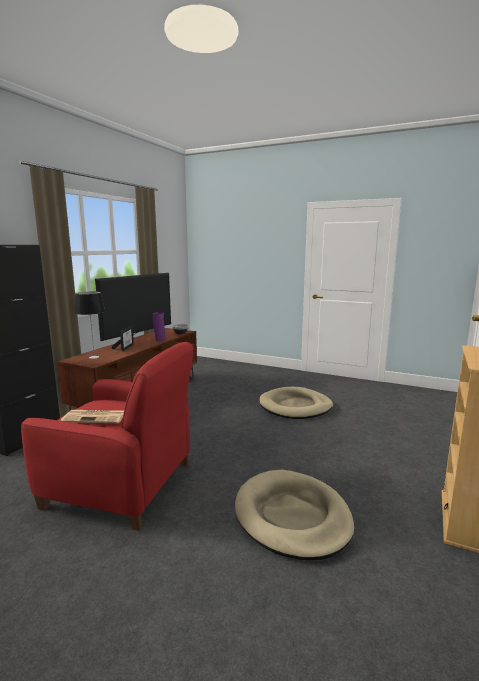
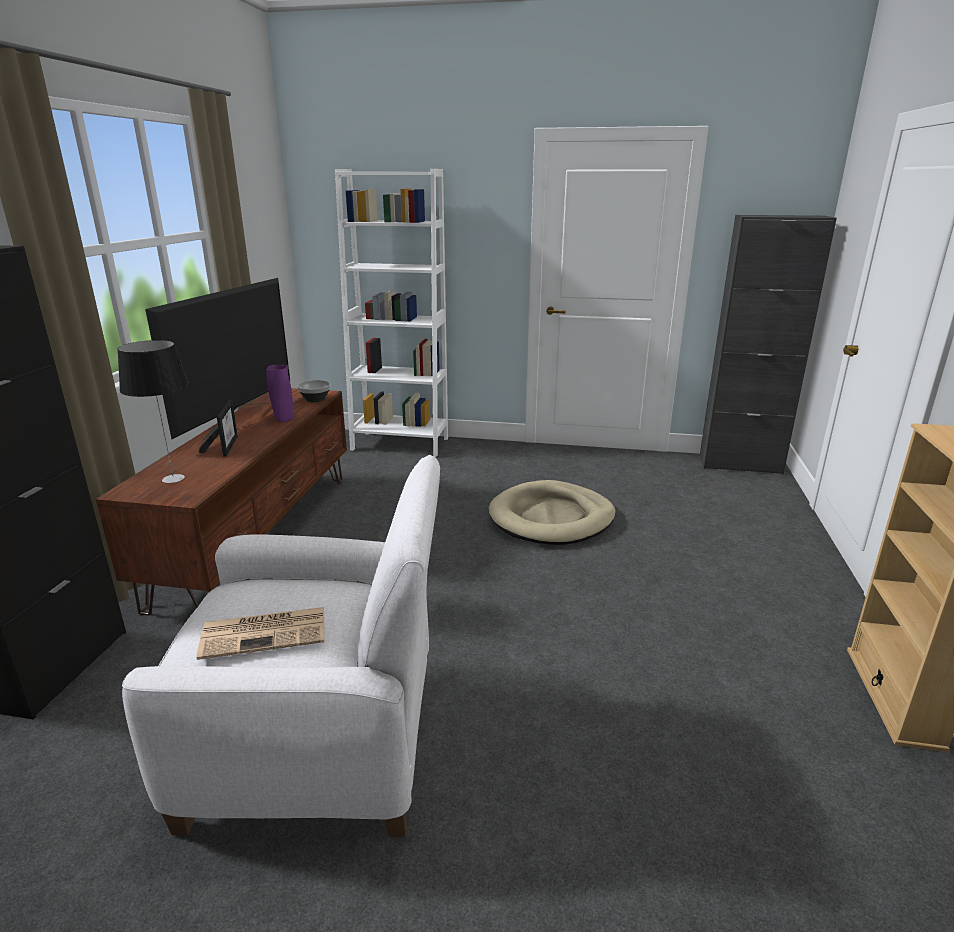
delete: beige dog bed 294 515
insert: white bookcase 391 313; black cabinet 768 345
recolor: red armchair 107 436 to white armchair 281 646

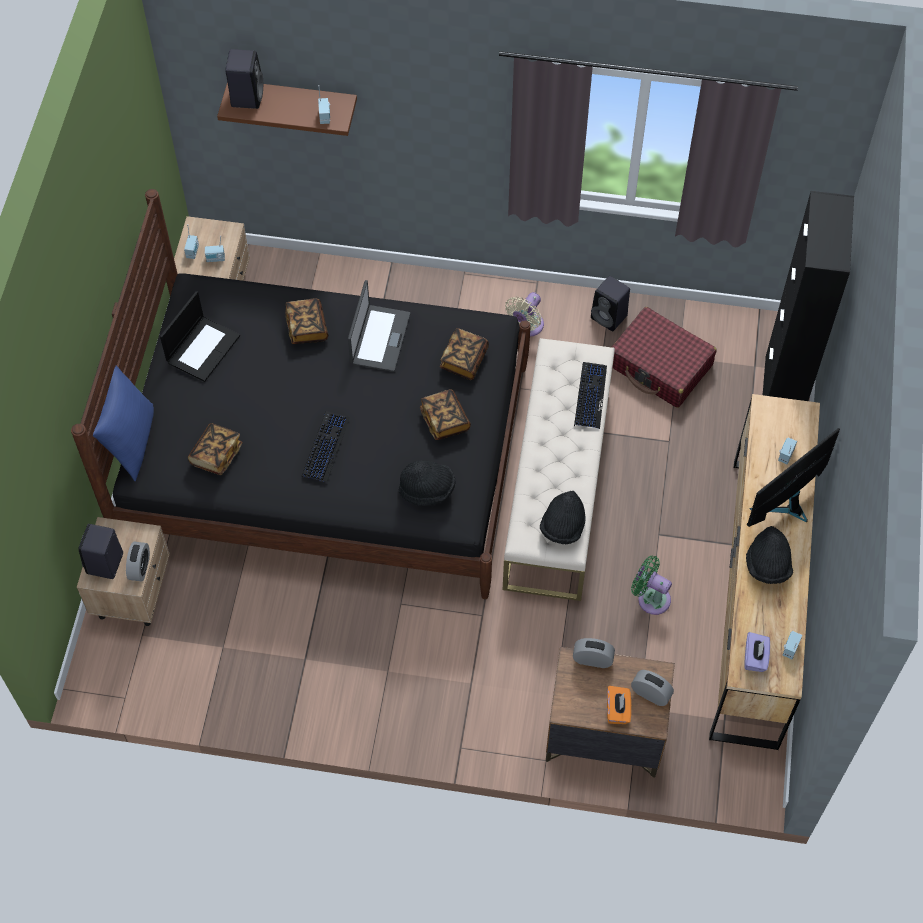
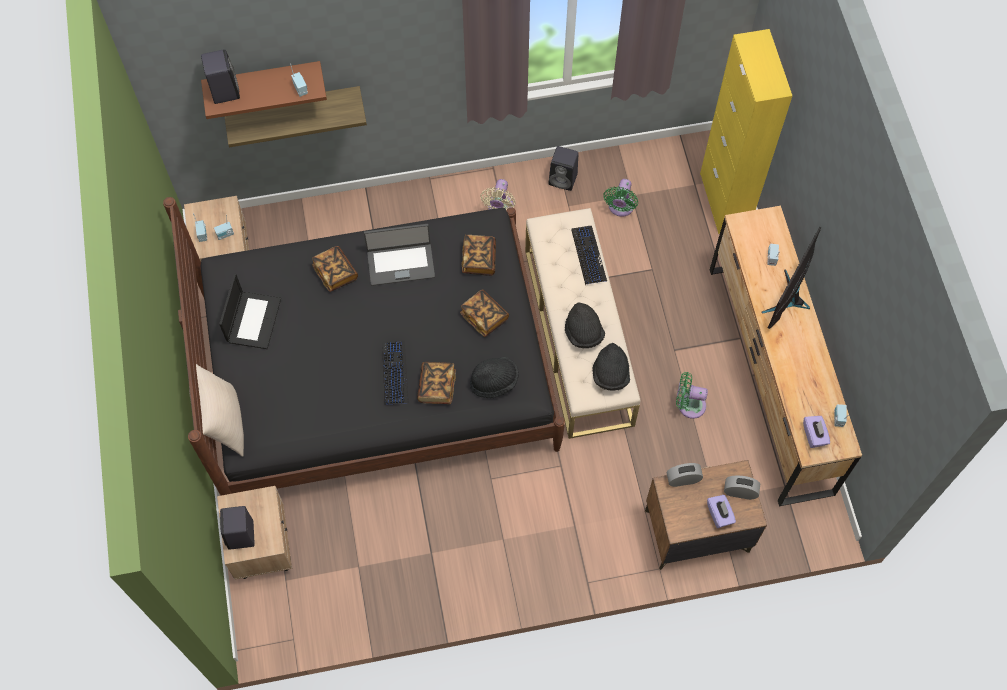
delete: alarm clock 138 562
insert: shelf 295 116
move: book 215 449 to 436 383; black hat 769 555 to 585 325
replace: red suitcase 664 357 to green fan 621 198
recolor: black cabinet 808 296 to yellow cabinet 746 131; blue pillow 123 423 to beige pillow 216 410; orange tissue box 619 705 to purple tissue box 721 511
rotate: laptop 379 326 = 399 255 90 degrees clockwise

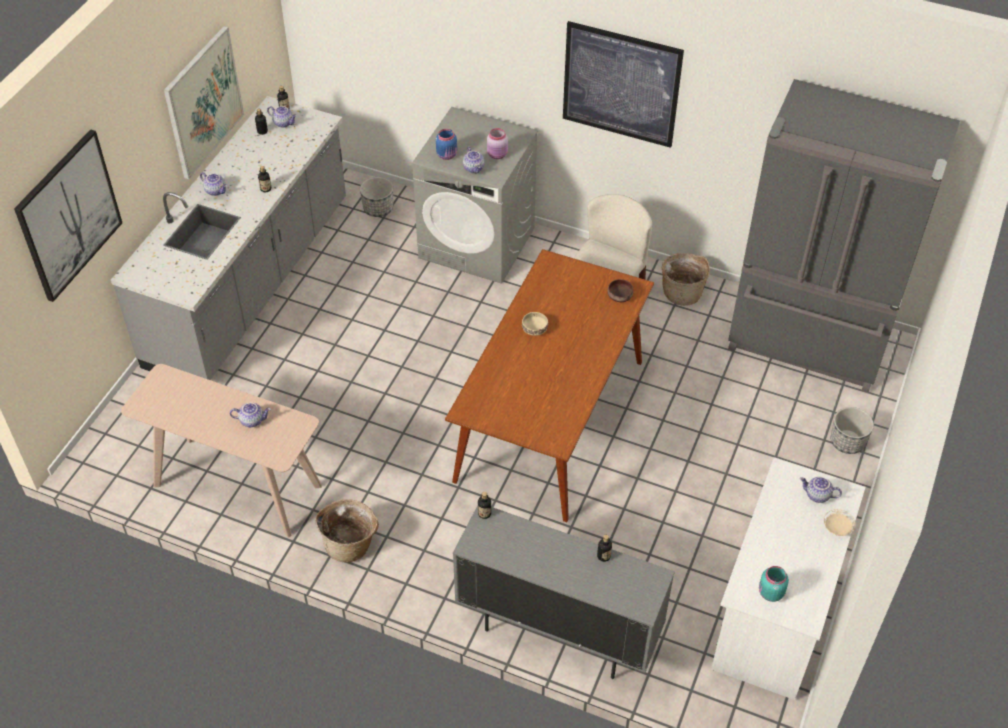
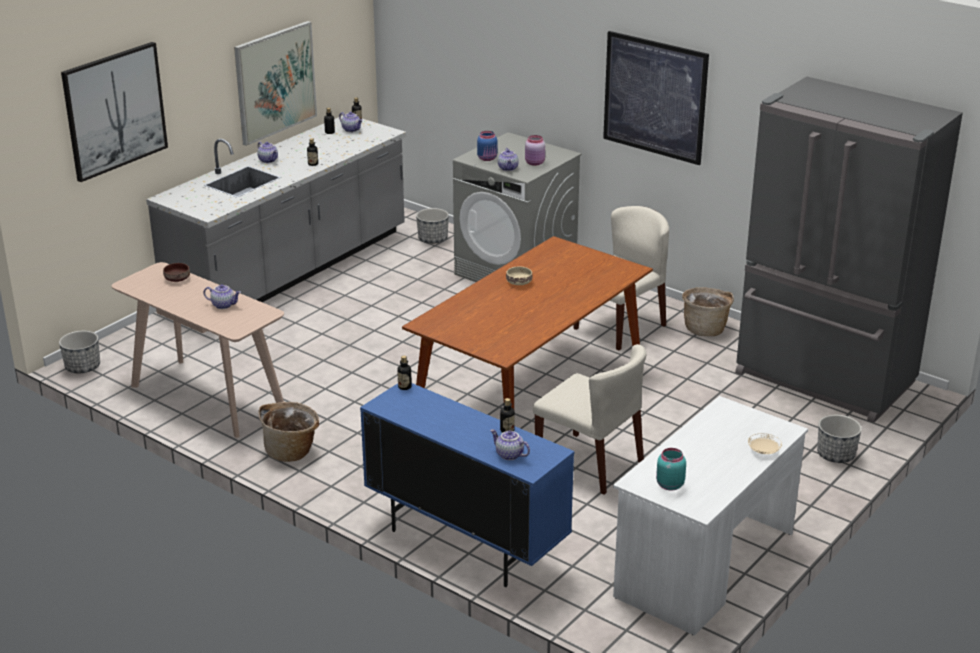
insert: planter 79 352; beige chair 589 419
move: brown bowl 620 290 to 176 272; teapot 821 490 to 510 444
recolor: grey cabinet 564 592 to blue cabinet 467 485

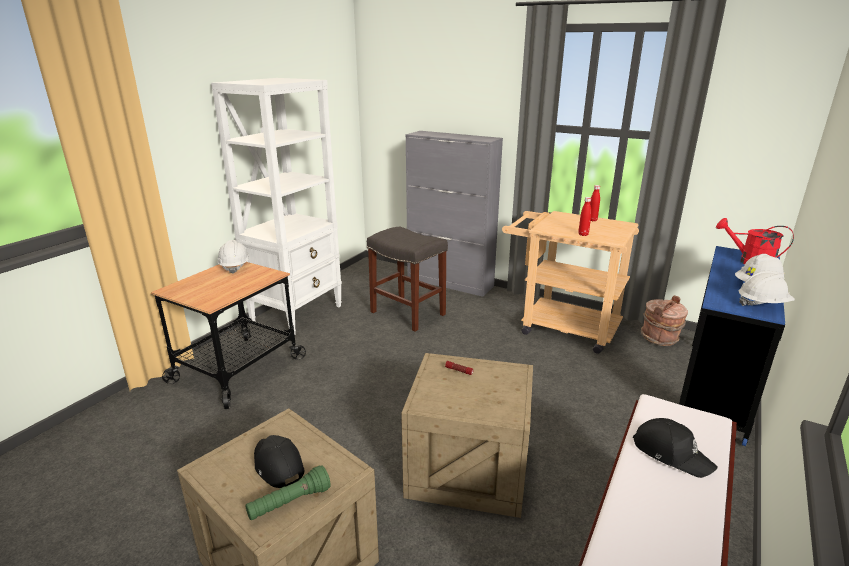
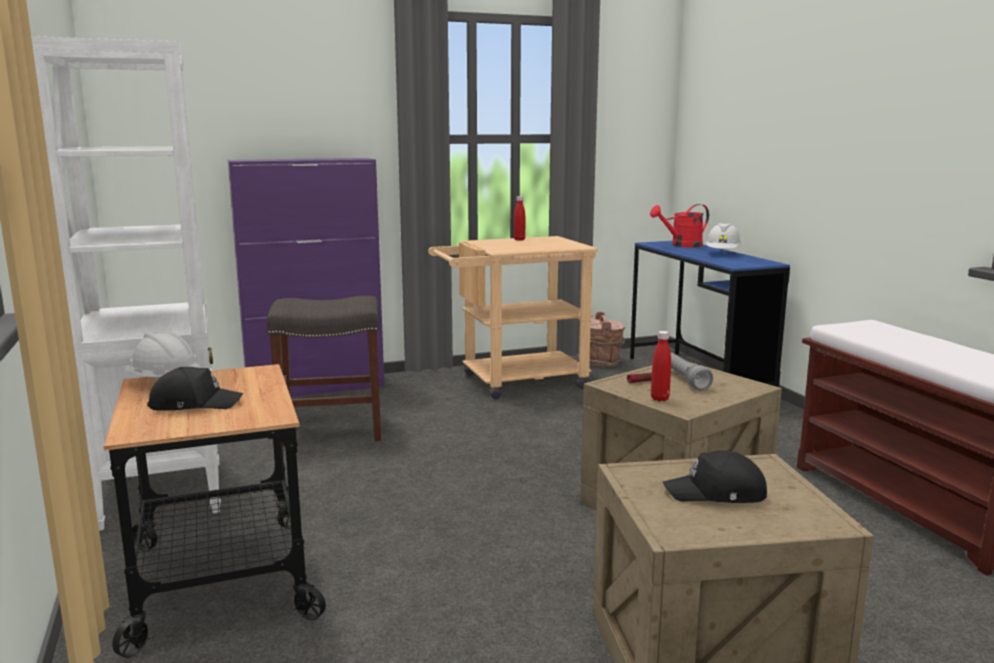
delete: white hard hat 767 288; green flashlight 288 492
insert: grey flashlight 692 371
move: red bottle 584 216 to 661 366; black cap 675 448 to 195 389
recolor: grey cabinet 454 214 to purple cabinet 306 277

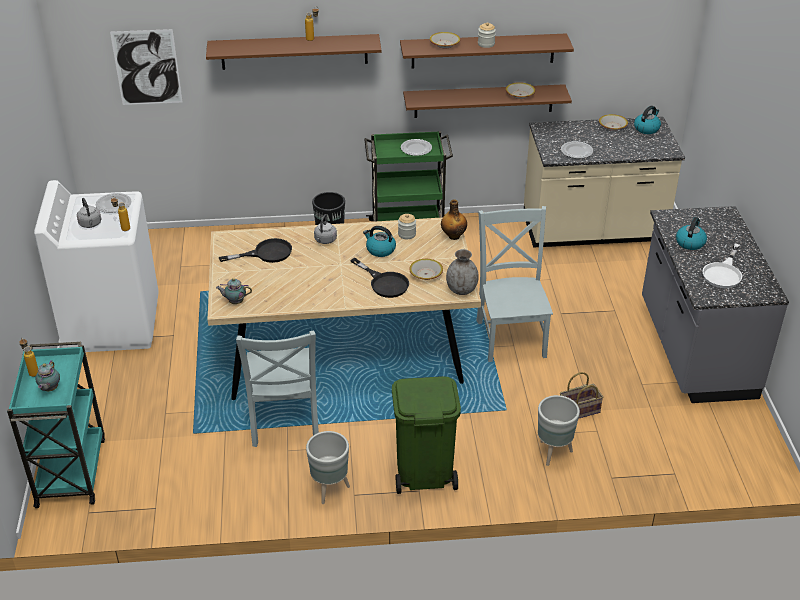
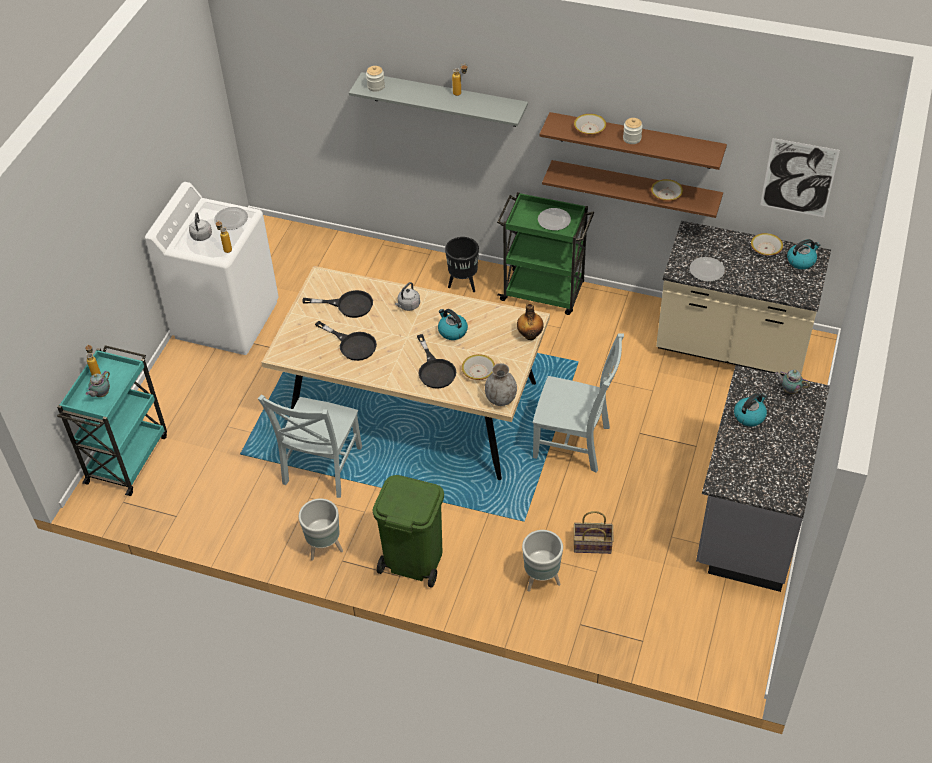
delete: white frying pan 722 265
insert: black frying pan 346 341
move: picture 146 67 to 800 177; jar 407 226 to 375 79; teapot 234 291 to 792 382
recolor: brown shelf 293 52 to grey shelf 438 99
rotate: grey chair 514 284 = 578 403 90 degrees clockwise

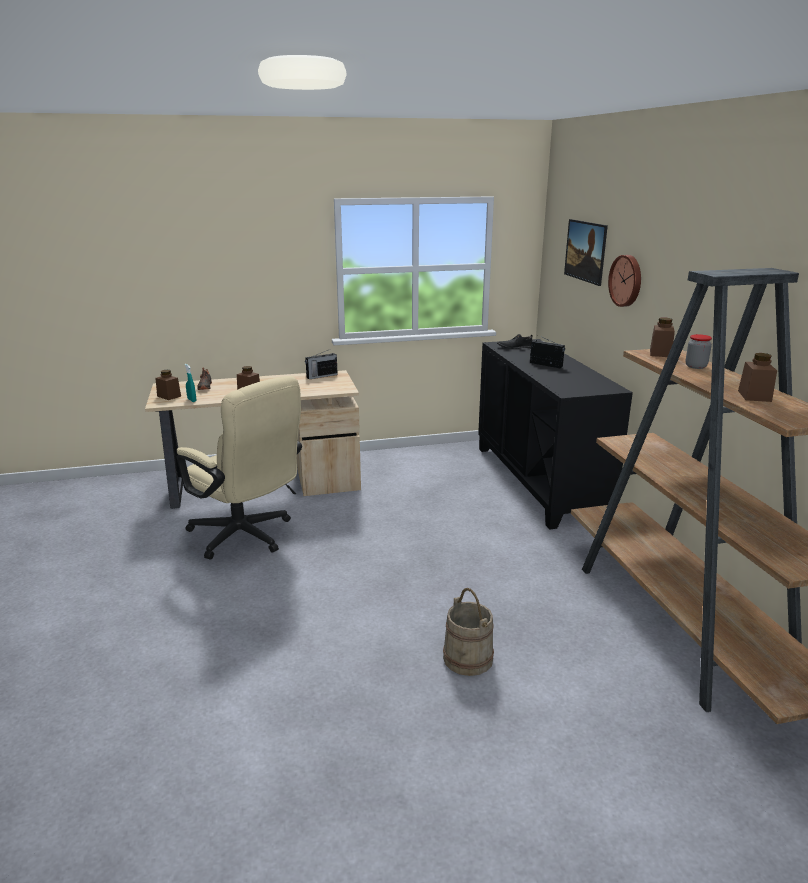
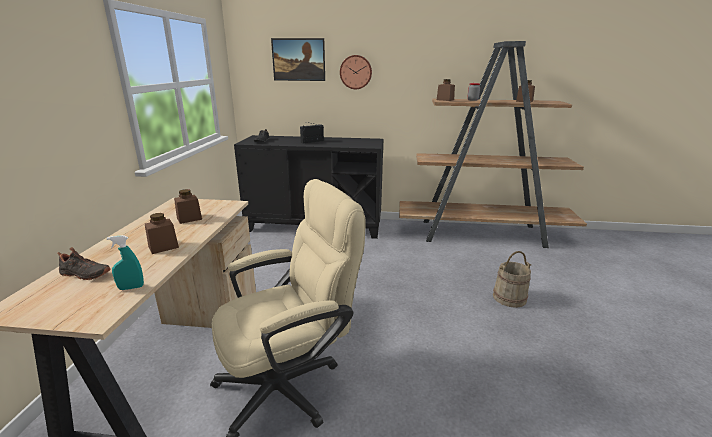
delete: radio 321 364
move: brown jar 168 385 to 188 206

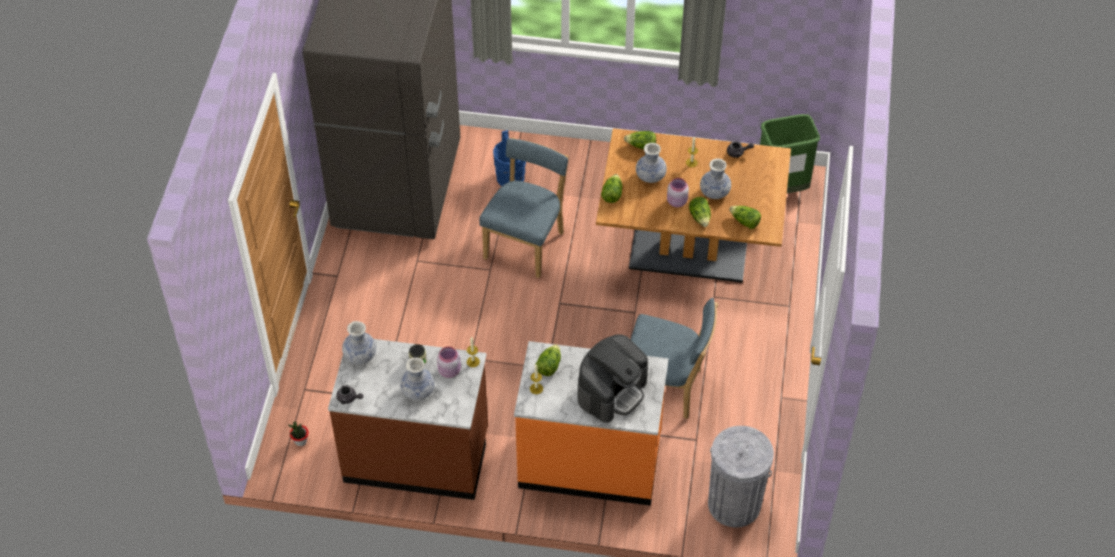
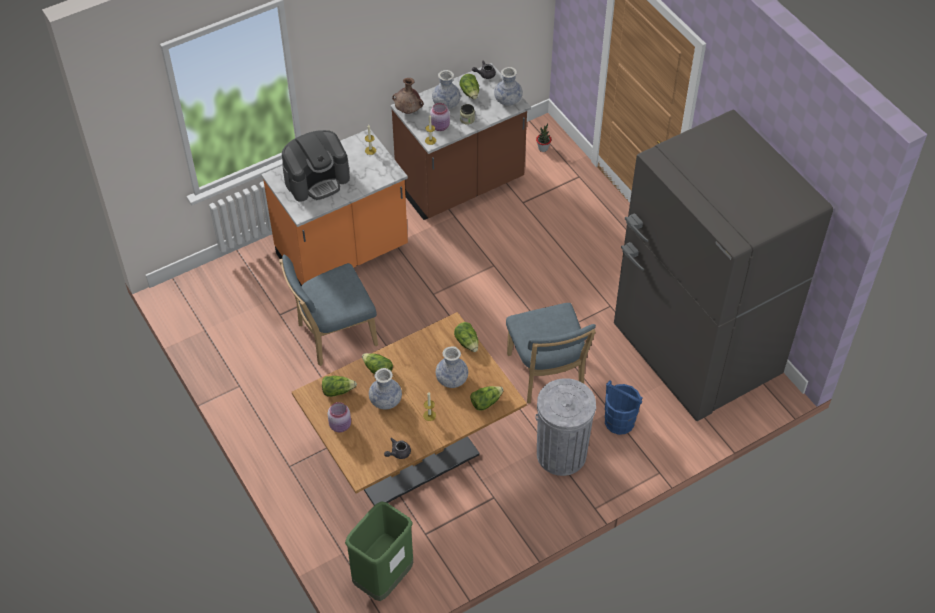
insert: brown vase 408 96
move: pink jar 678 192 to 339 417; lettuce 548 360 to 469 87; grey trash can 741 477 to 565 427
rotate: coffee machine 612 378 = 316 166 120 degrees counterclockwise

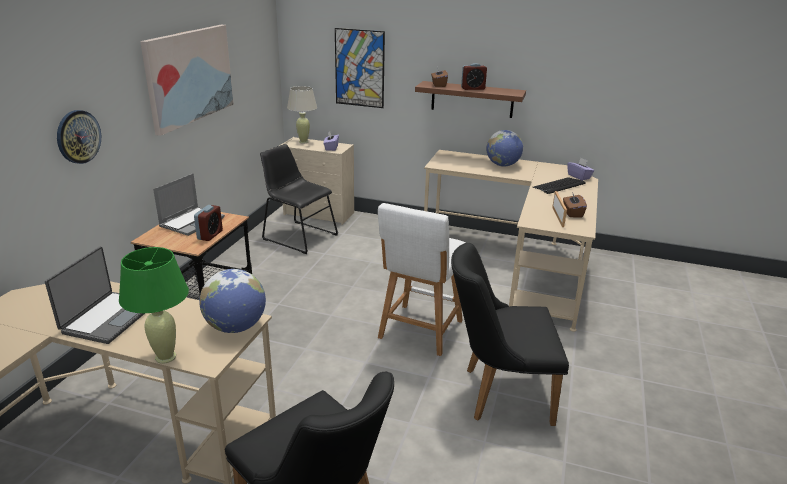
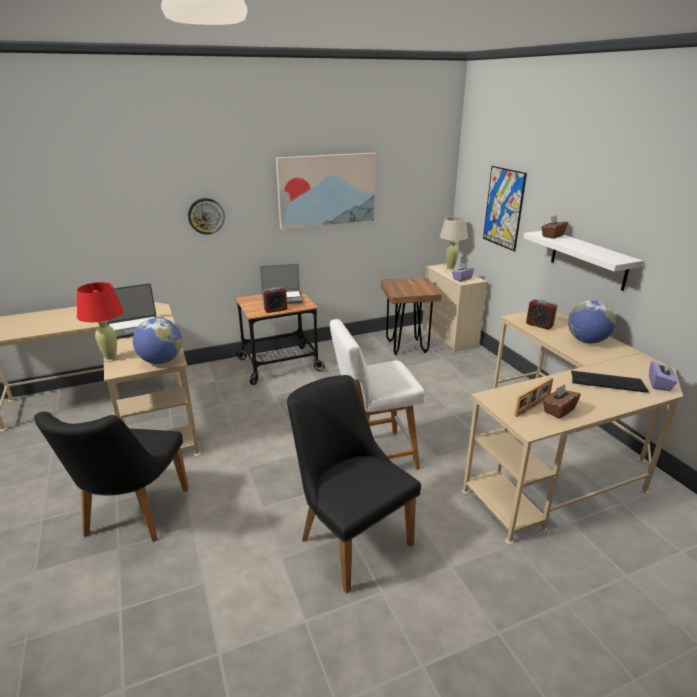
move: alarm clock 474 76 to 541 314
replace: black chair 299 199 to brown stool 411 316
recolor: brown shelf 470 99 to white shelf 583 261; green table lamp 154 305 to red table lamp 100 322

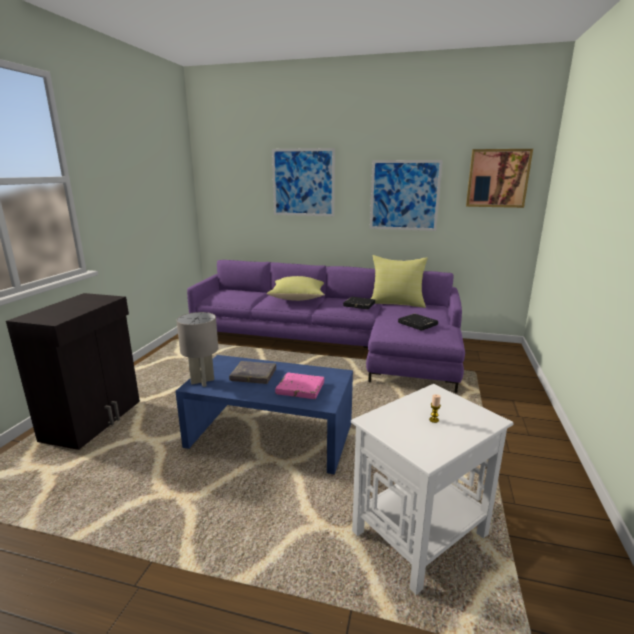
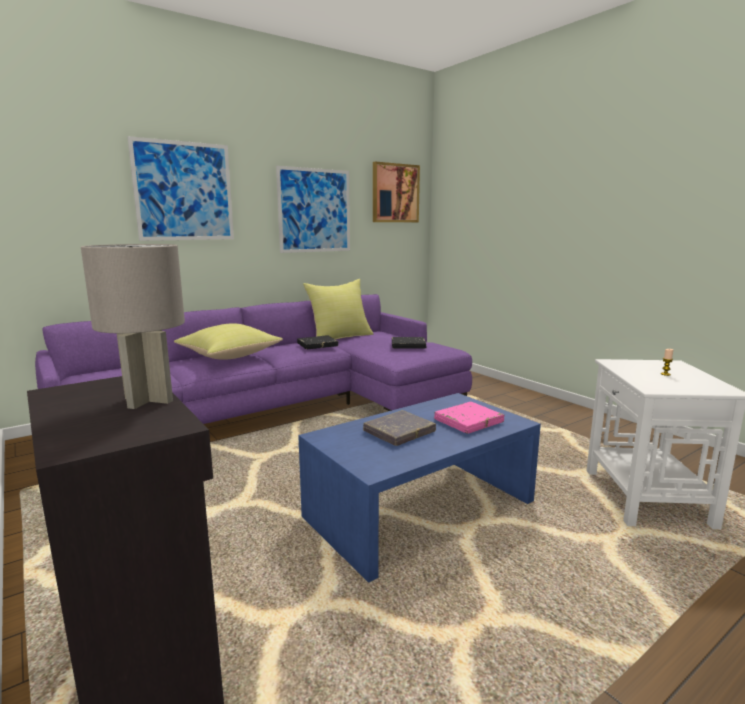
move: grey table lamp 197 349 to 133 326

